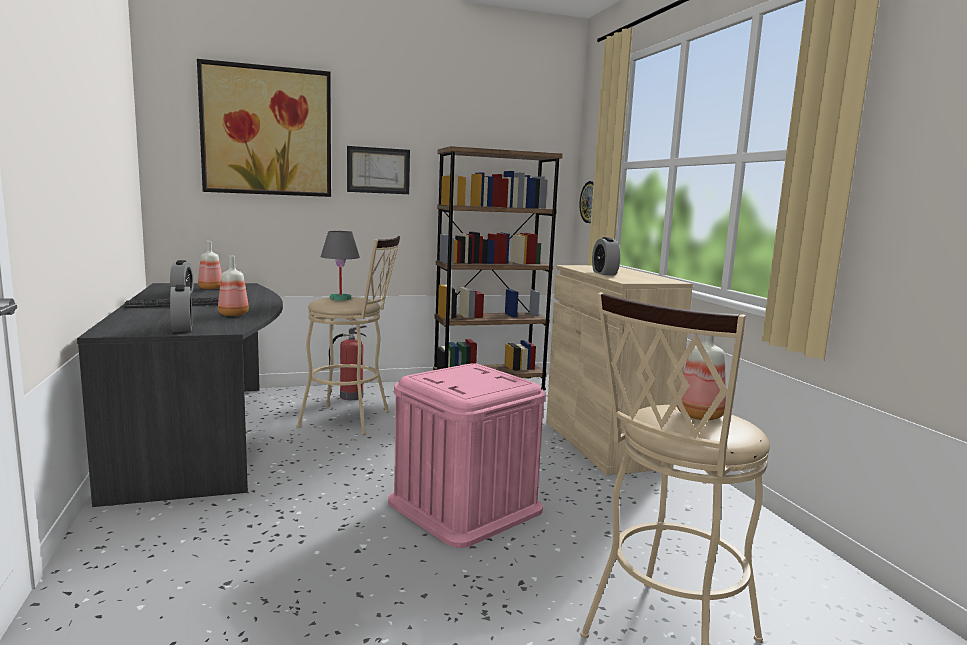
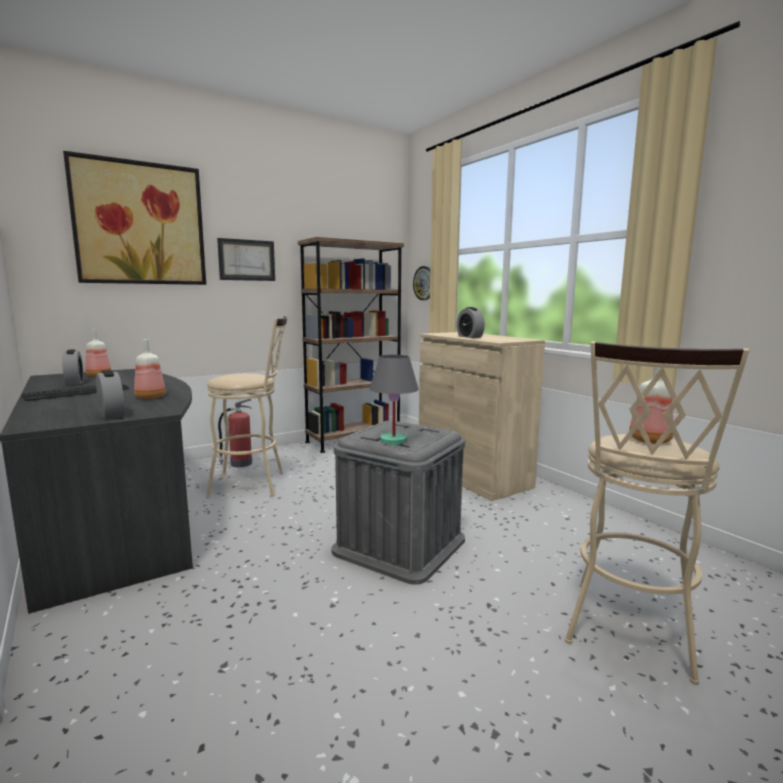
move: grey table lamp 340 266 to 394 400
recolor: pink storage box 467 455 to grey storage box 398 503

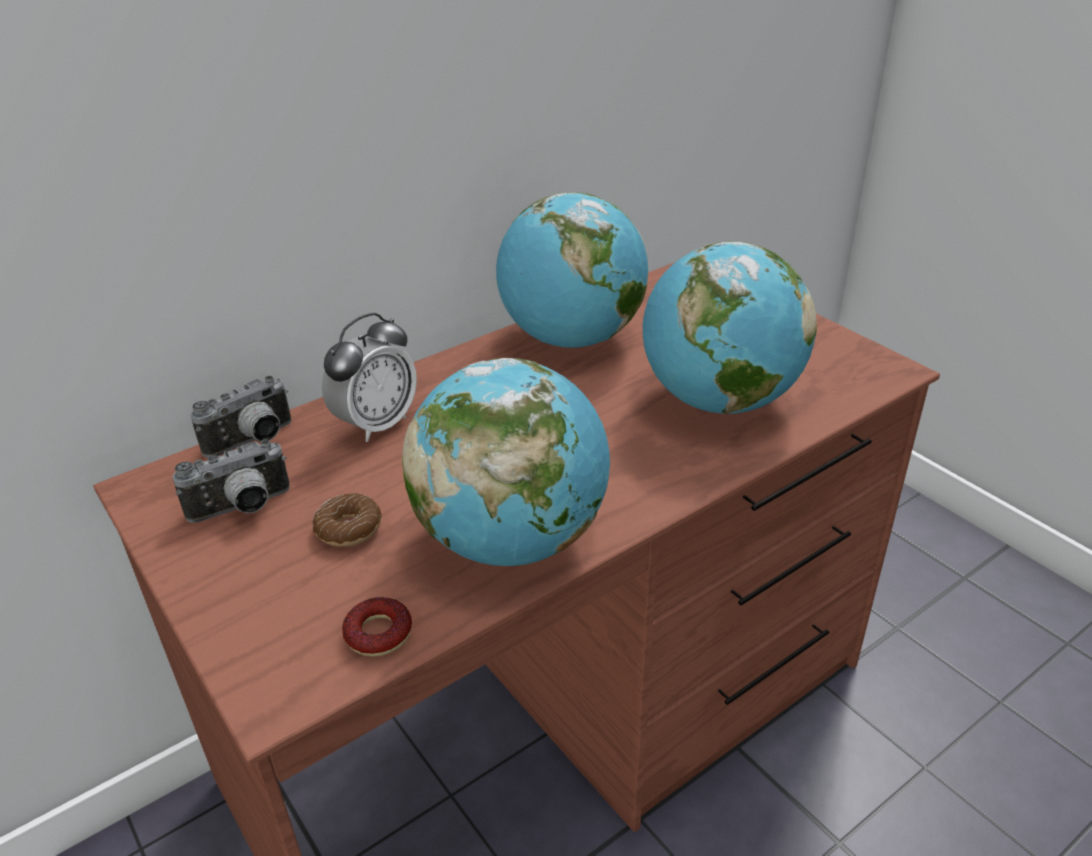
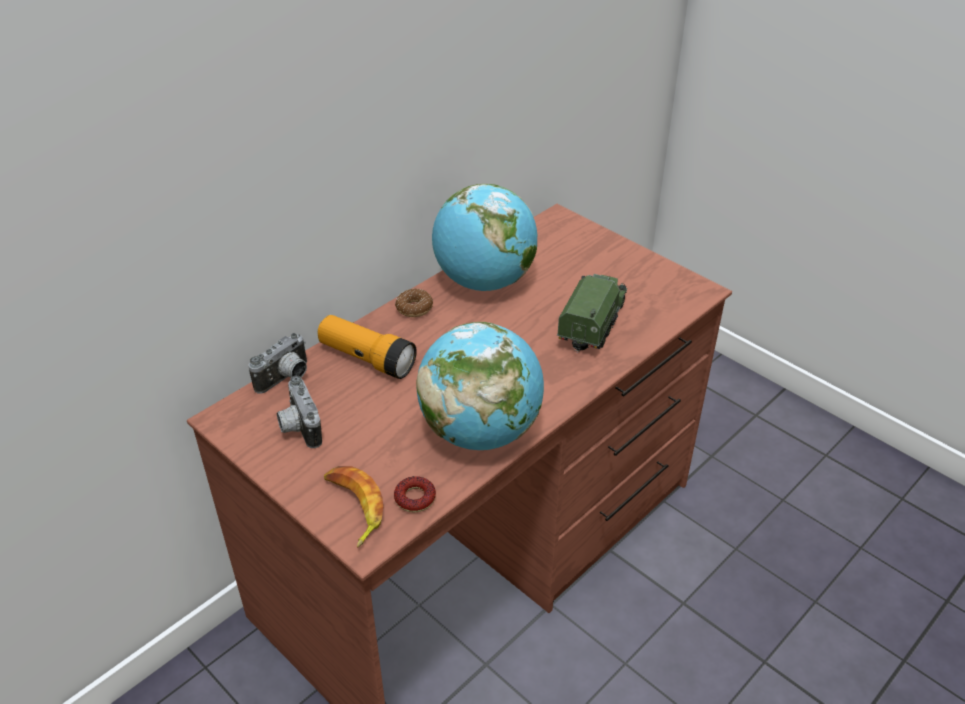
insert: banana 353 507
move: donut 347 520 to 414 303
replace: globe 730 327 to toy truck 592 313; alarm clock 369 377 to flashlight 367 347
rotate: photo camera 231 481 = 299 412 105 degrees clockwise

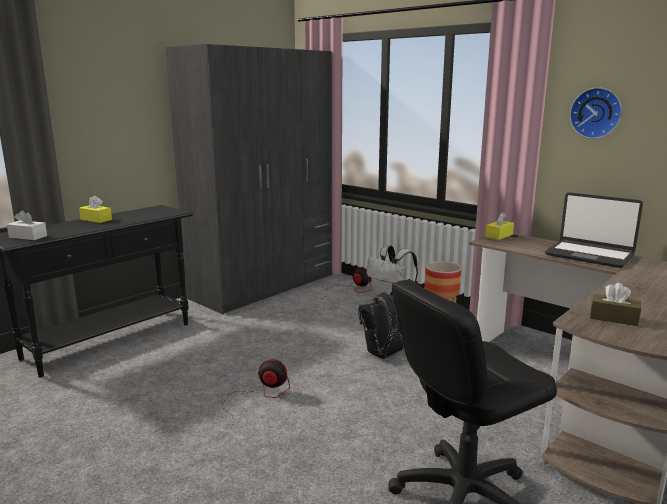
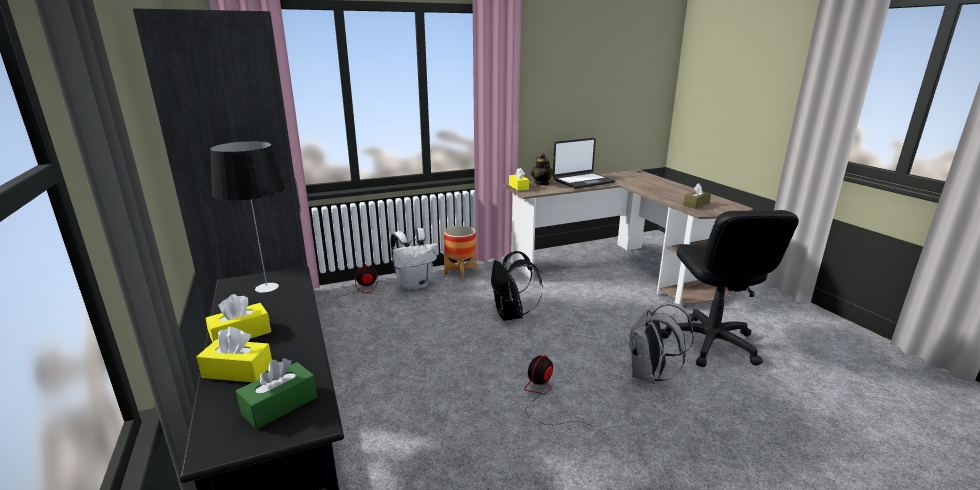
delete: wall clock 596 113
insert: table lamp 247 217; teapot 542 169; grey backpack 661 343; yellow tissue box 234 354
recolor: white tissue box 27 225 to green tissue box 276 393

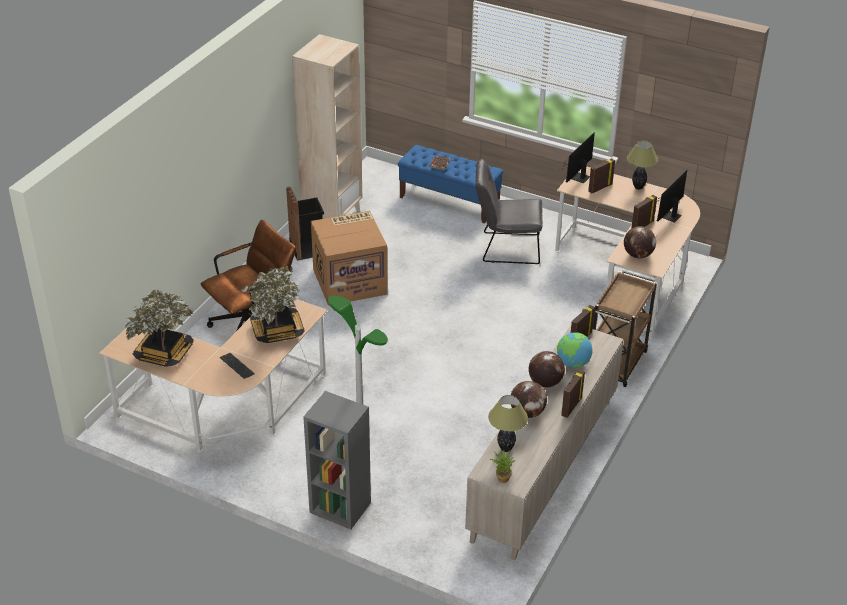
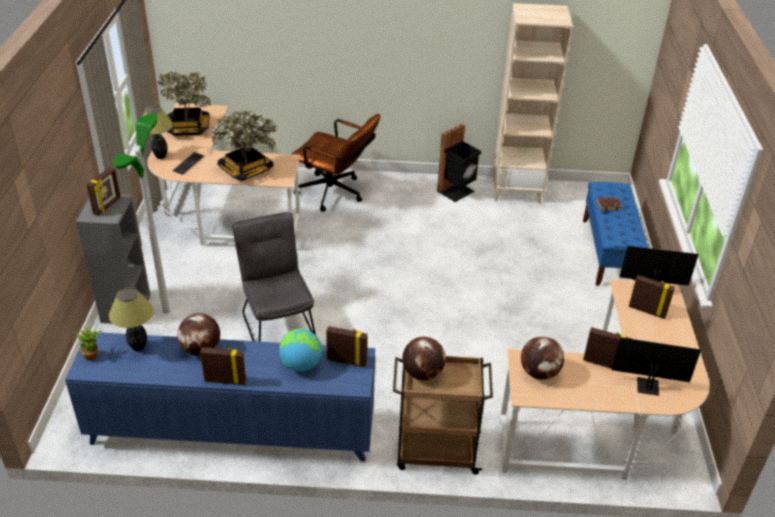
delete: cardboard box 349 258
insert: picture frame 104 191
move: table lamp 642 165 to 158 132; grey chair 509 211 to 274 277; globe 547 369 to 424 358
recolor: beige cabinet 544 442 to blue cabinet 220 396

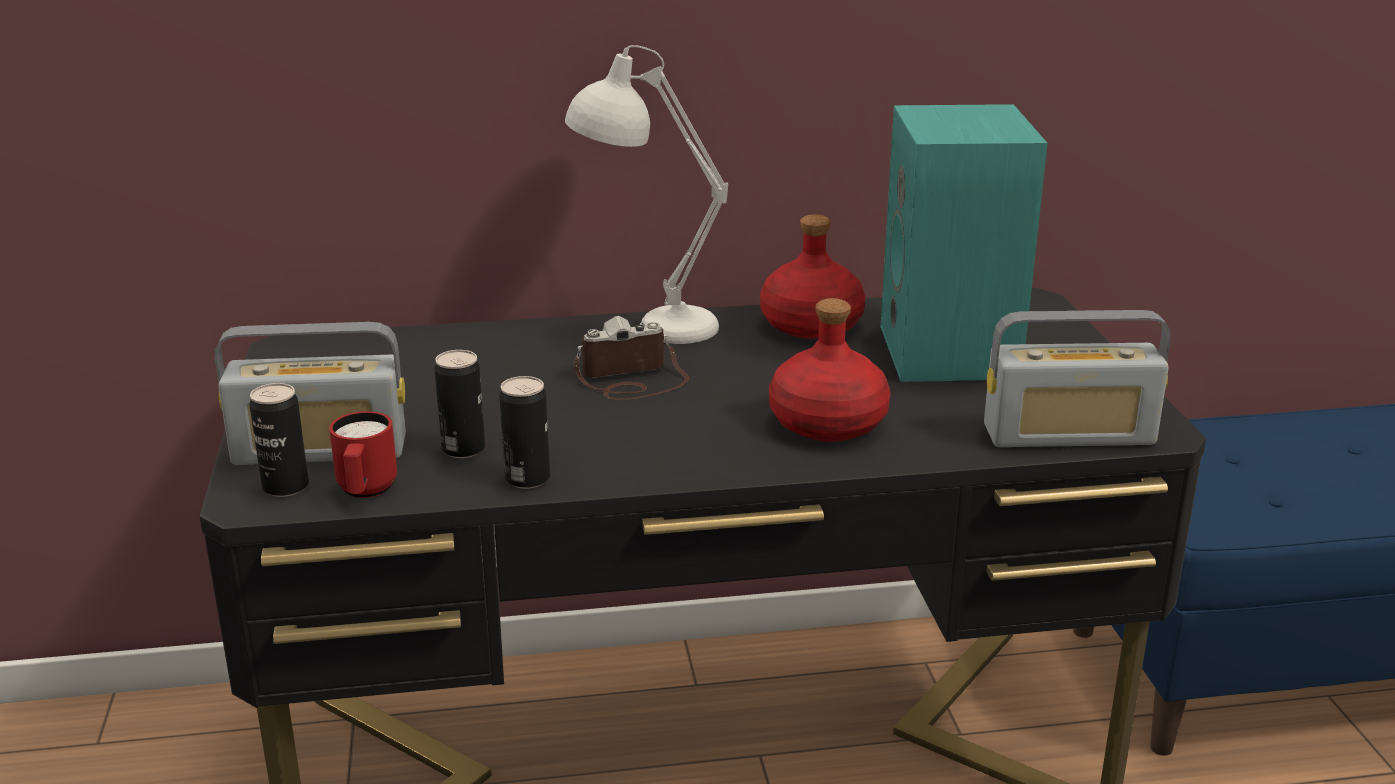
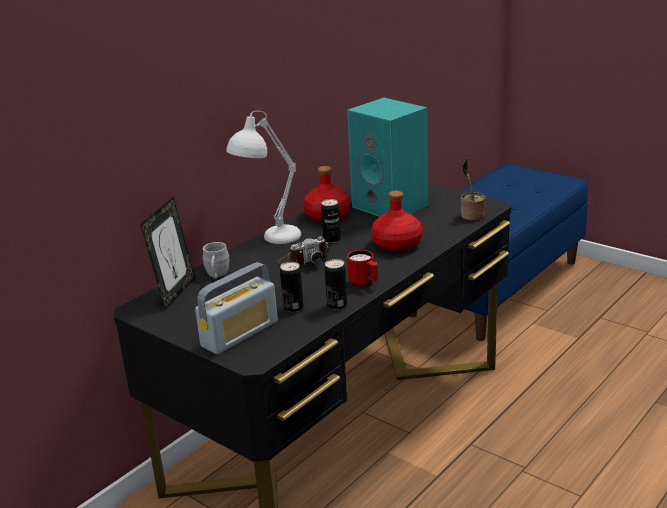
insert: picture frame 167 253; grey mug 216 260
move: can 279 440 to 331 221; red mug 363 454 to 363 268
replace: radio 1077 378 to potted plant 473 189
rotate: photo camera 631 358 = 303 251 150 degrees counterclockwise

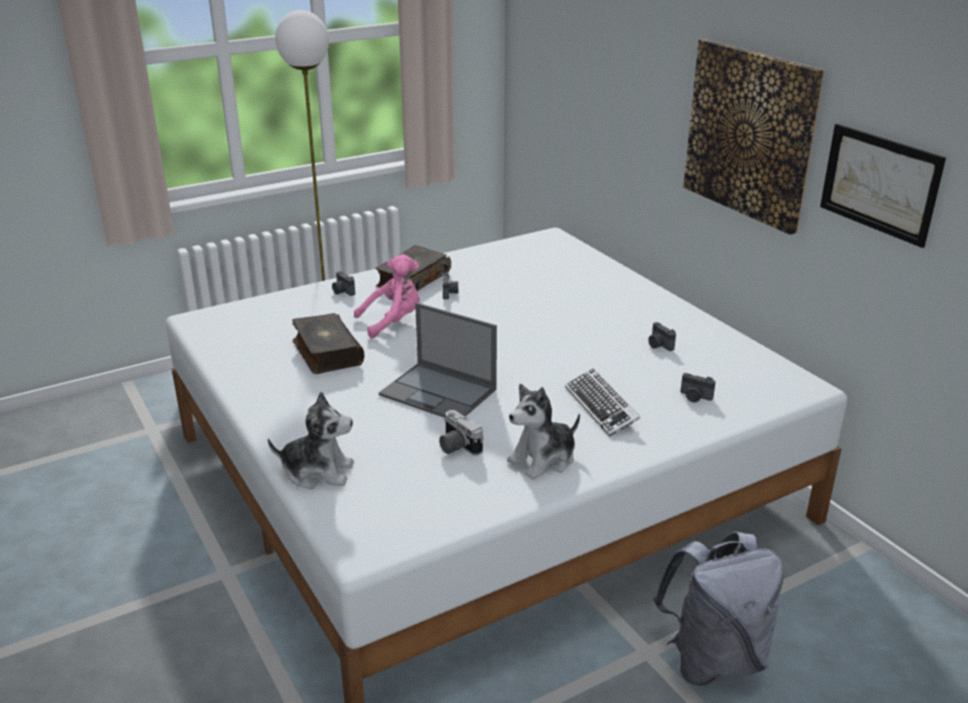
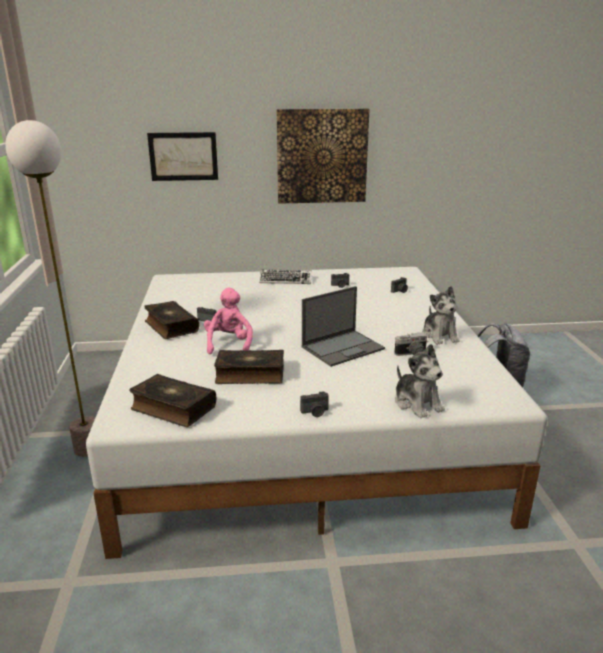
insert: book 172 400
move: picture 883 186 to 182 156; photo camera 343 283 to 314 404; keyboard 602 403 to 285 276
rotate: plush toy 311 440 = 420 381 120 degrees clockwise

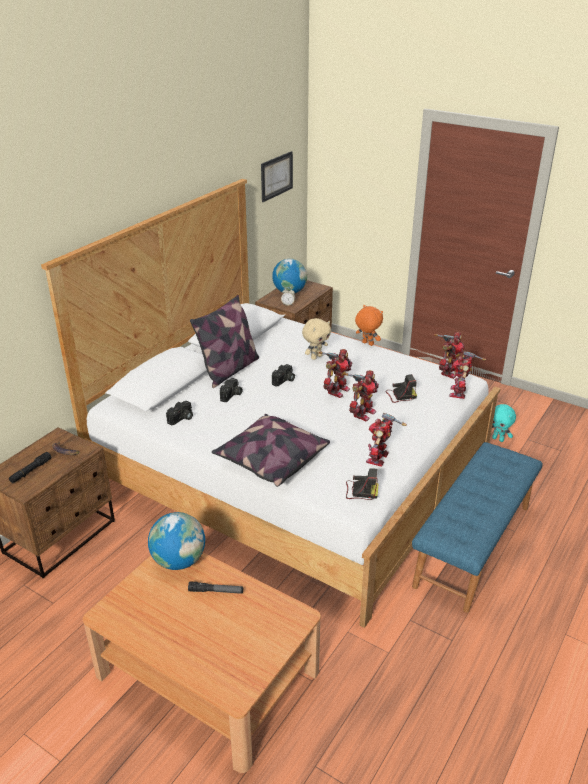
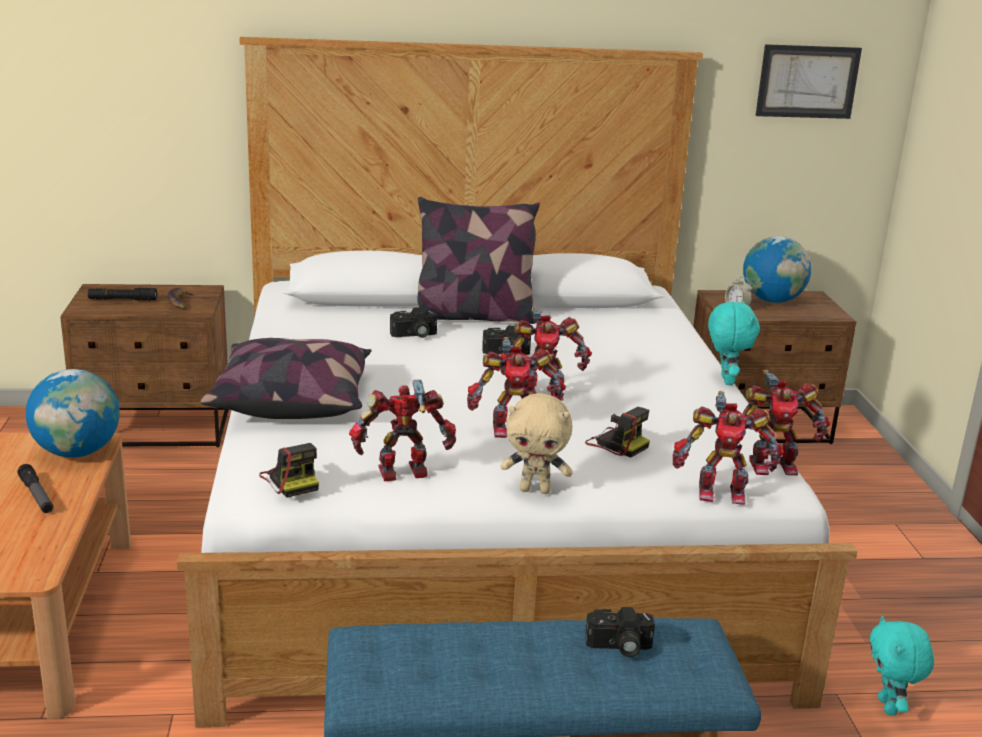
move: beige plush toy 316 339 to 536 443; photo camera 179 413 to 620 632
recolor: orange plush toy 369 325 to turquoise plush toy 734 343
rotate: toy robot 467 375 = 728 448 150 degrees counterclockwise

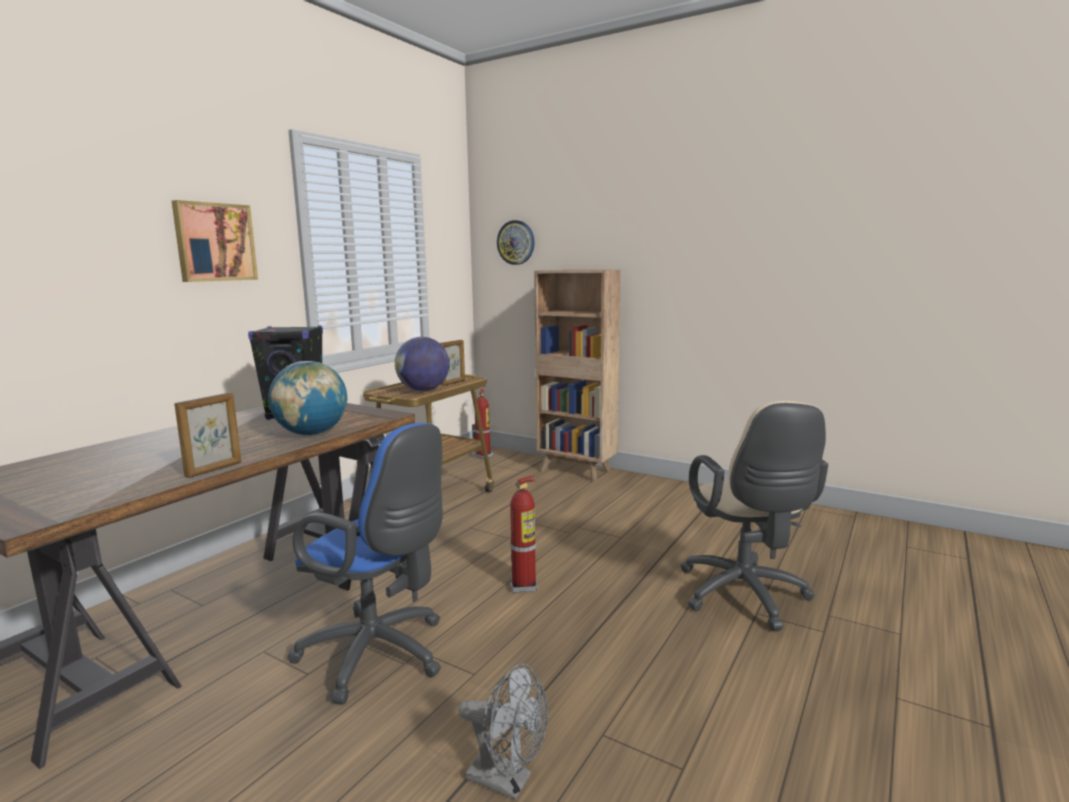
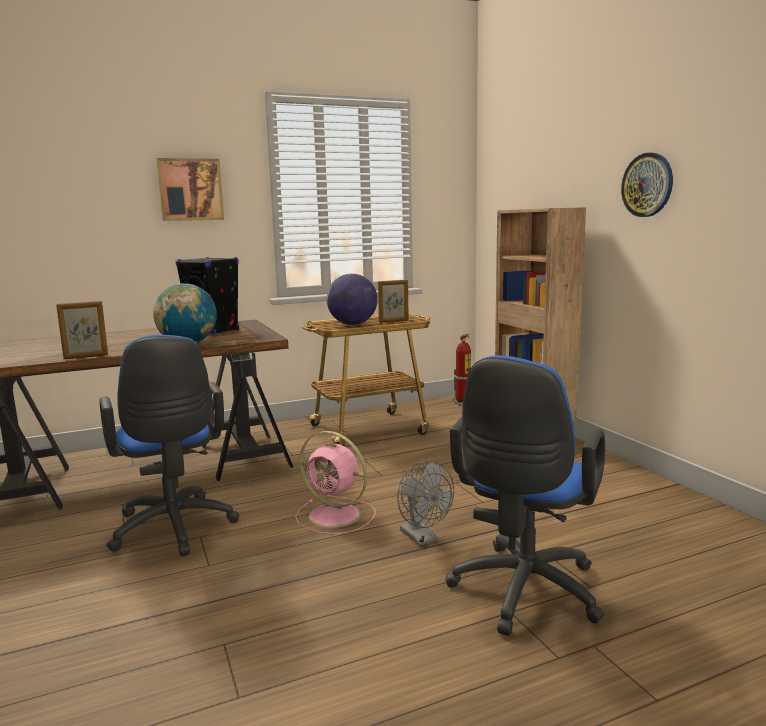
move: wall clock 516 242 to 647 185; grey fan 503 731 to 425 503
replace: fire extinguisher 524 534 to pink fan 335 483
recolor: beige office chair 754 516 to blue office chair 525 495

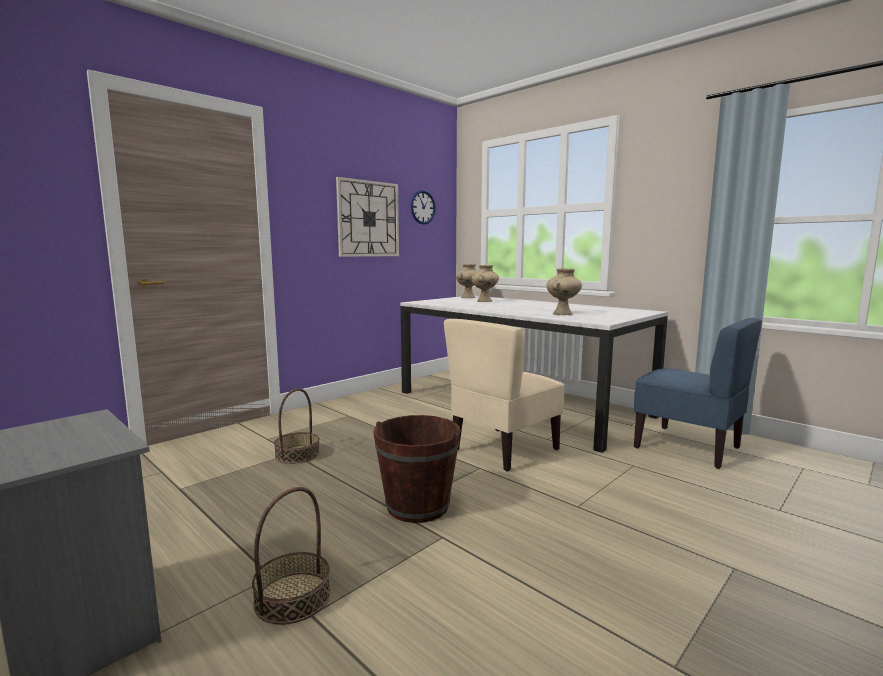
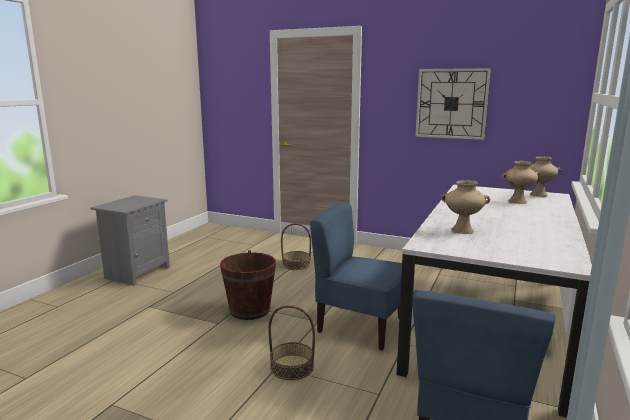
delete: wall clock 423 207
move: basket 291 556 to 291 342
recolor: beige chair 504 395 to blue chair 356 276

